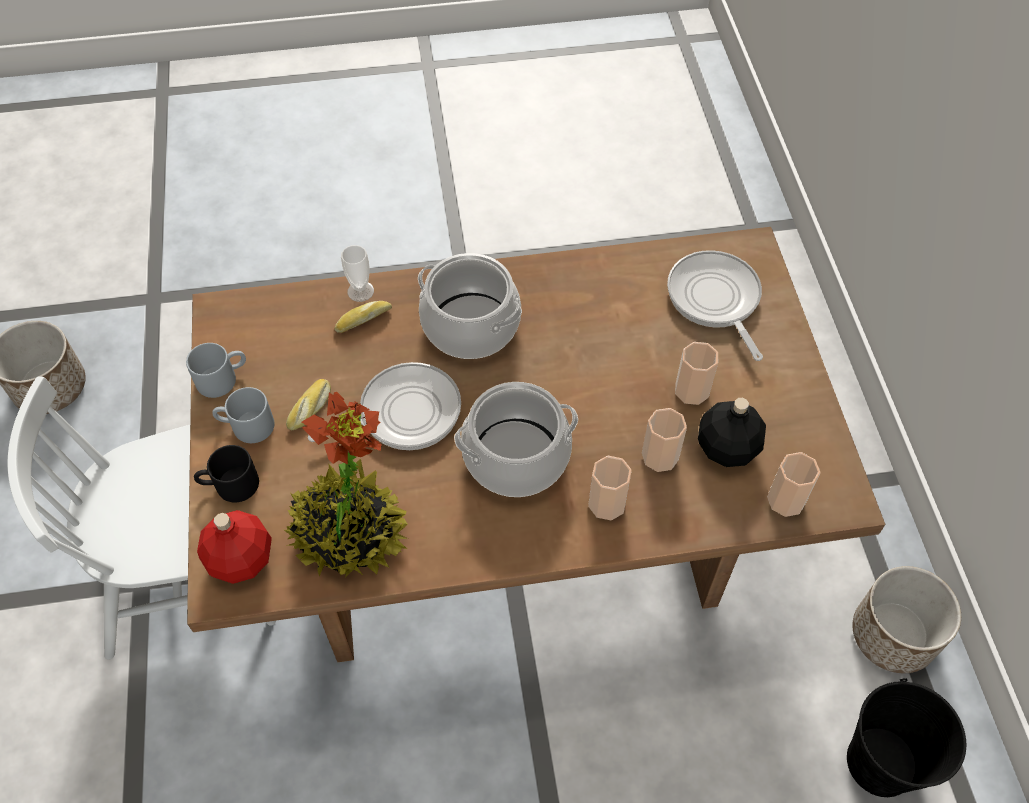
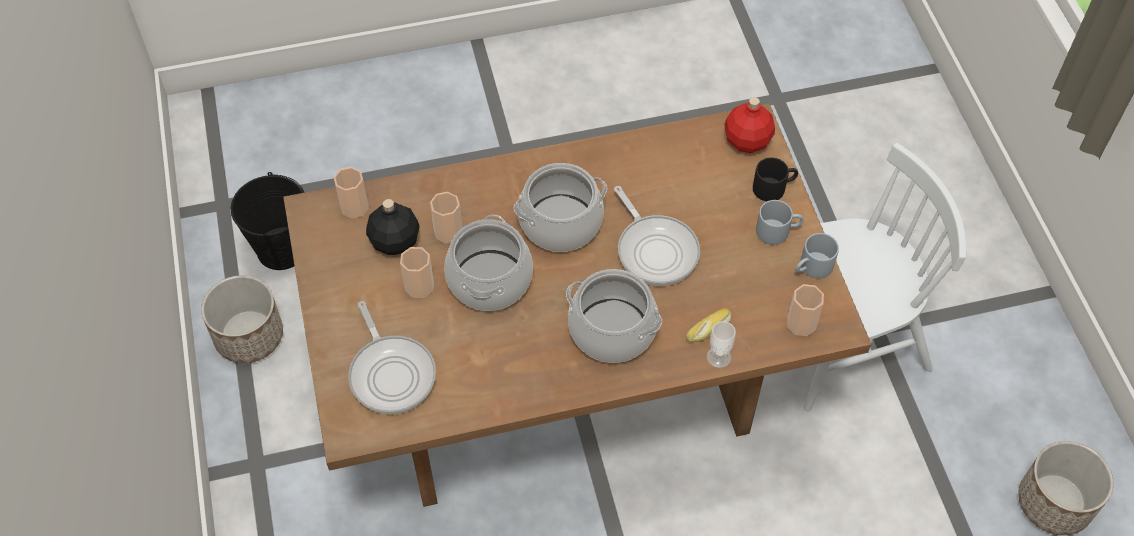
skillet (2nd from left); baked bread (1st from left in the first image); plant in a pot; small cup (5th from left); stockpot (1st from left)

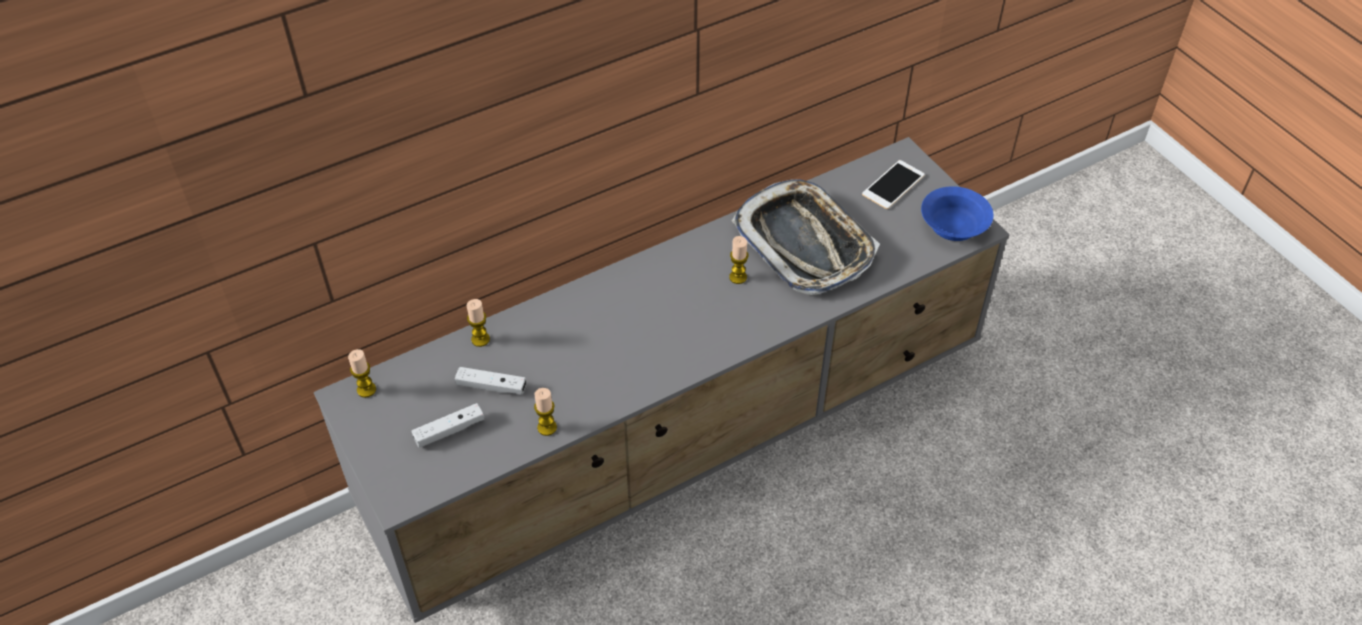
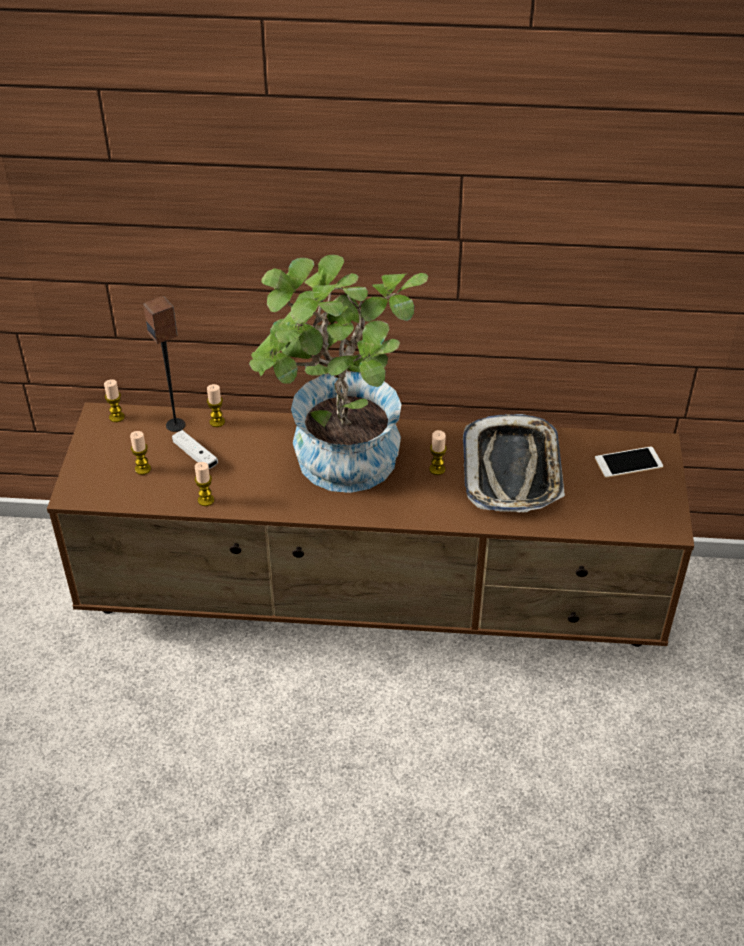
brownish tv unit; blue-coloured bowl; wax light (2nd from left); plant in a pot; speaker

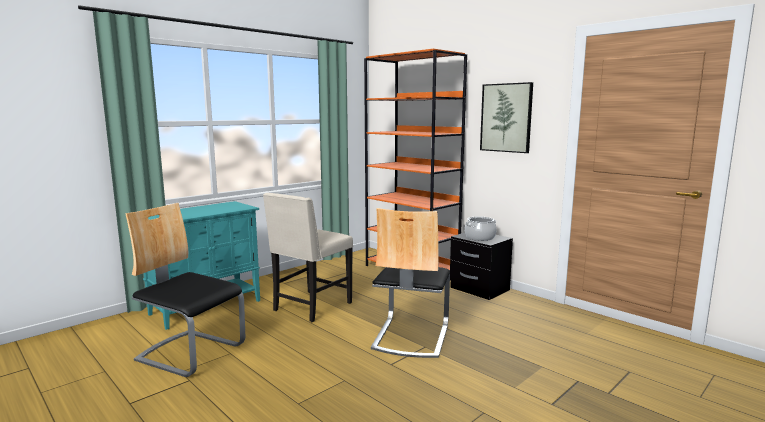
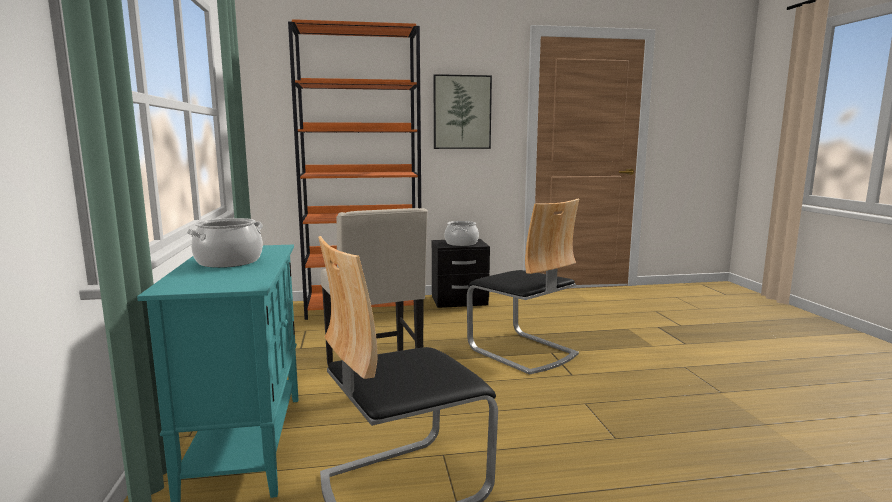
stockpot (1st from left)

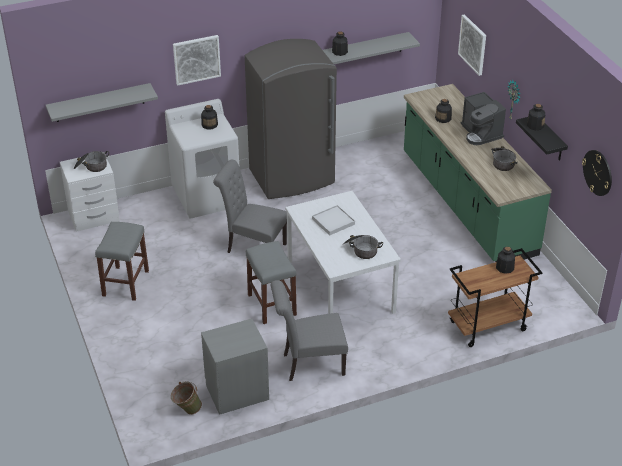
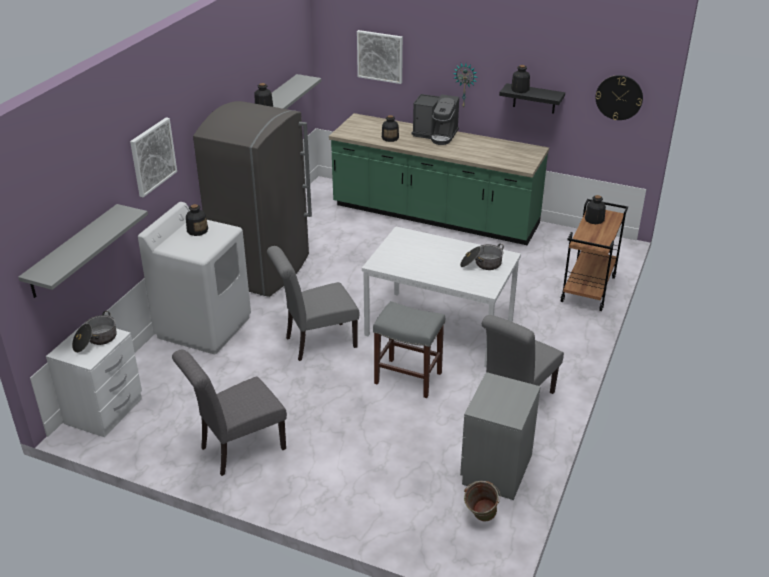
stockpot (3rd from left in the first image); white carrying tray; greyish upright chair (1st from left)

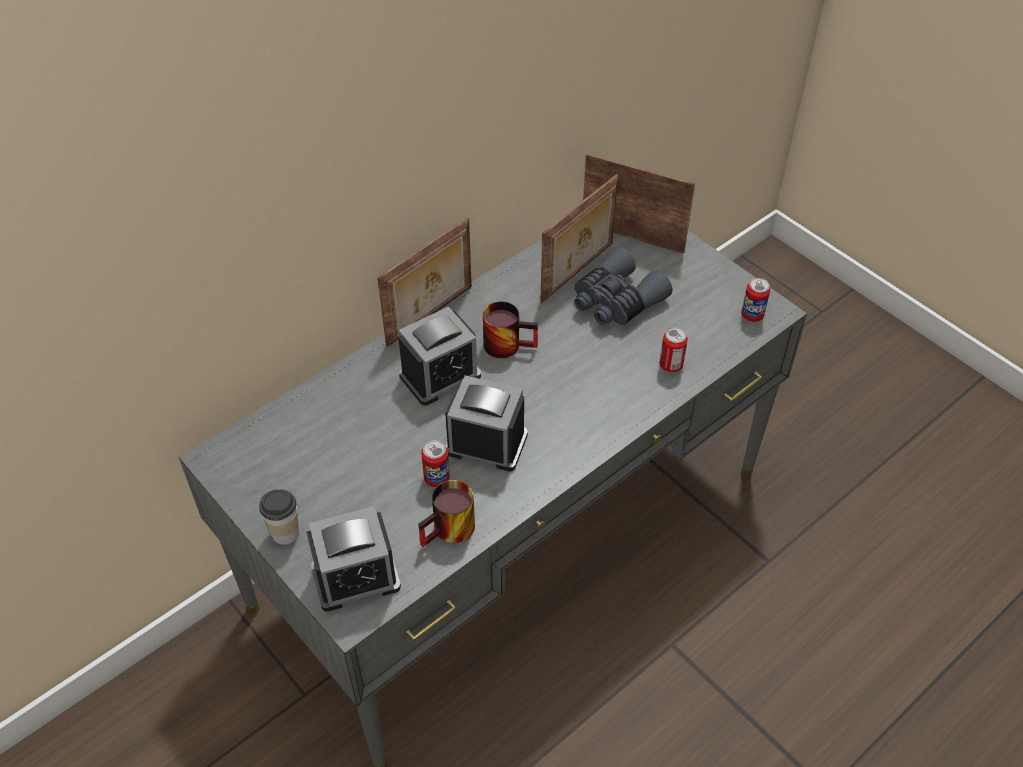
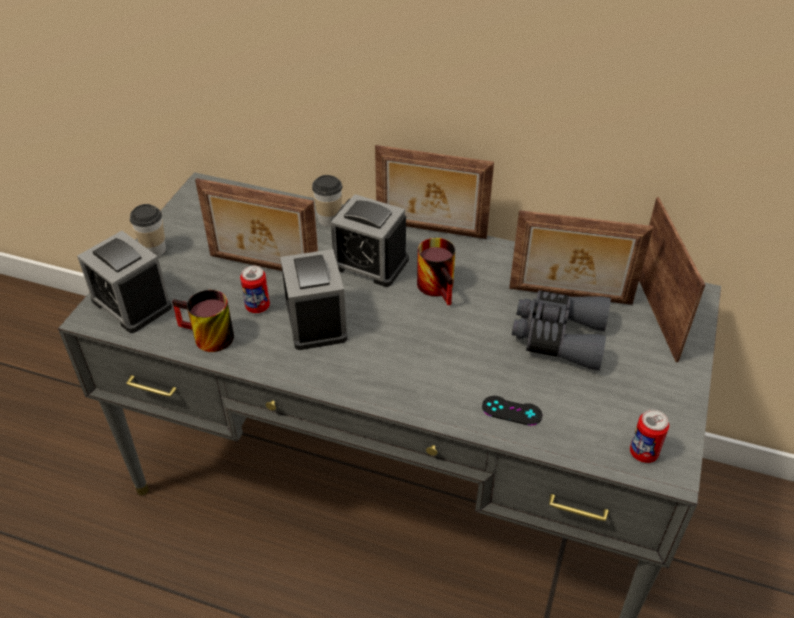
black-coloured game controller; small cup (2nd from left); picture frame (1st from left)

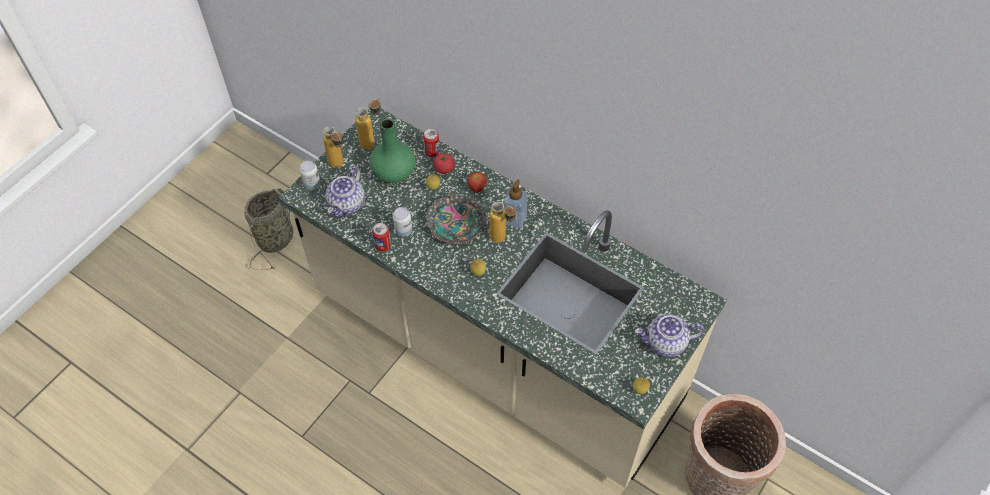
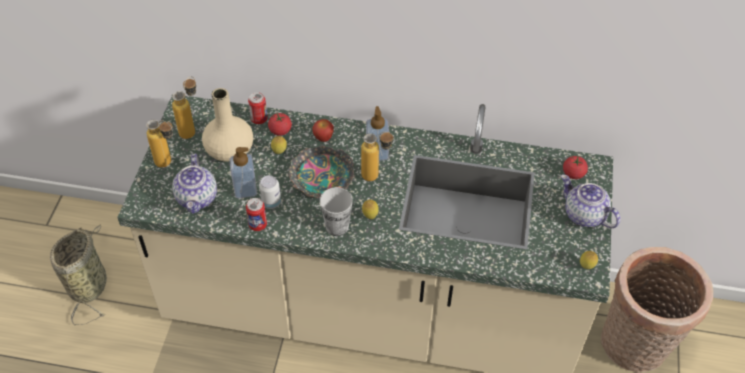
beige decorative vase; can (1st from left in the first image); tea pot (2nd from left); soap bottle (1st from left); tomato (2nd from left); small cup

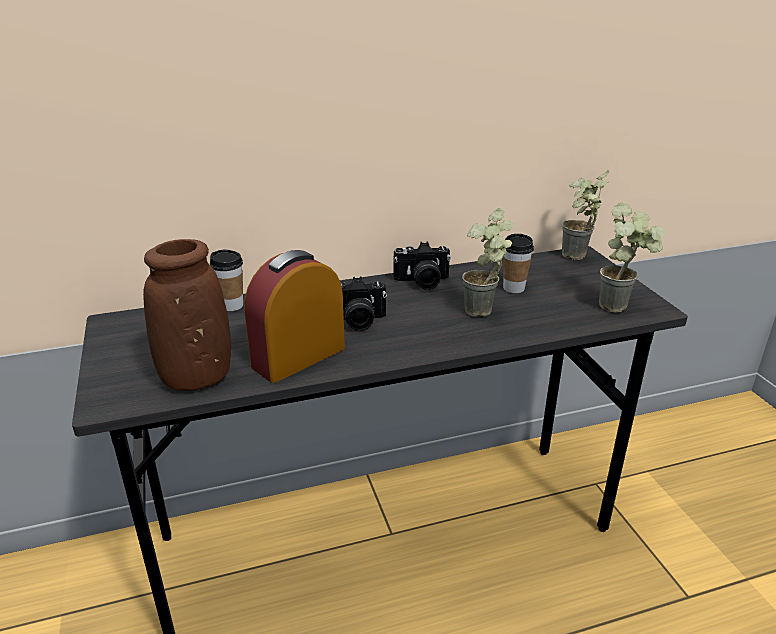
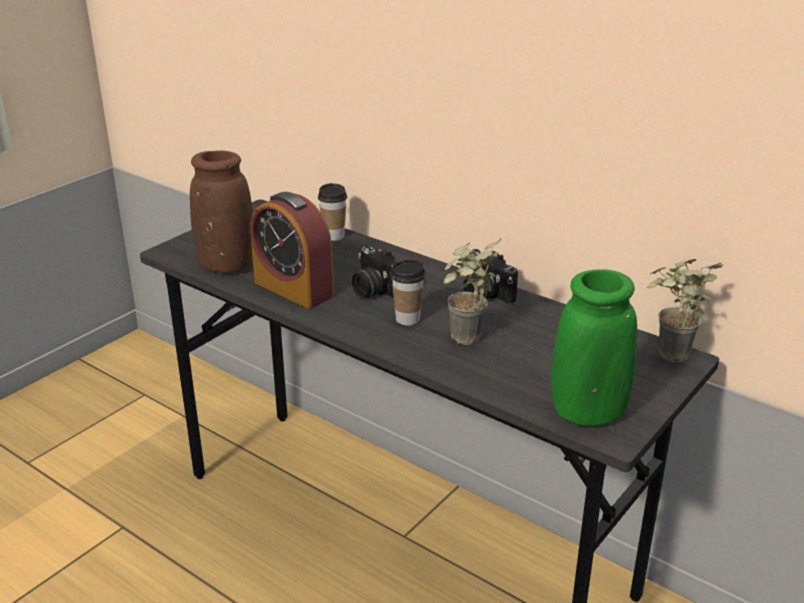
greenish decorative vase; small cup (2nd from left); table clock

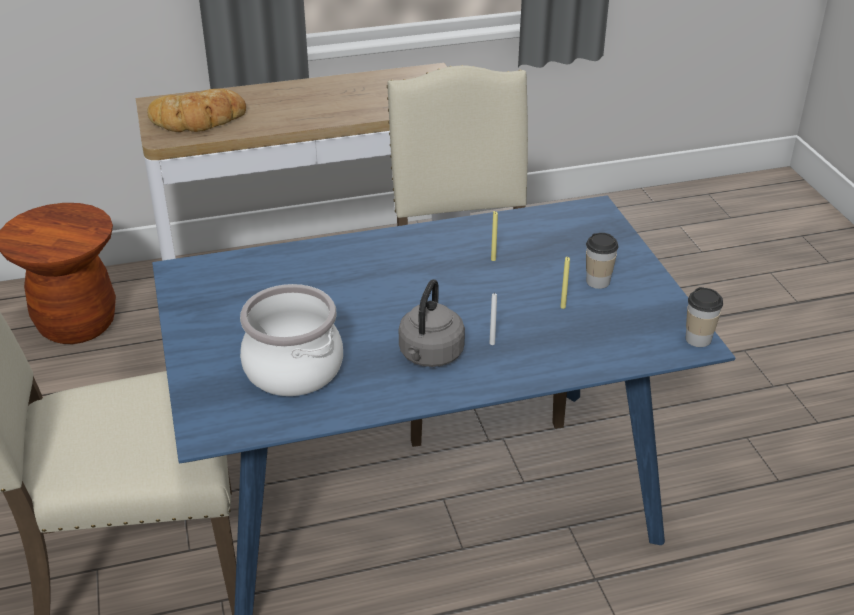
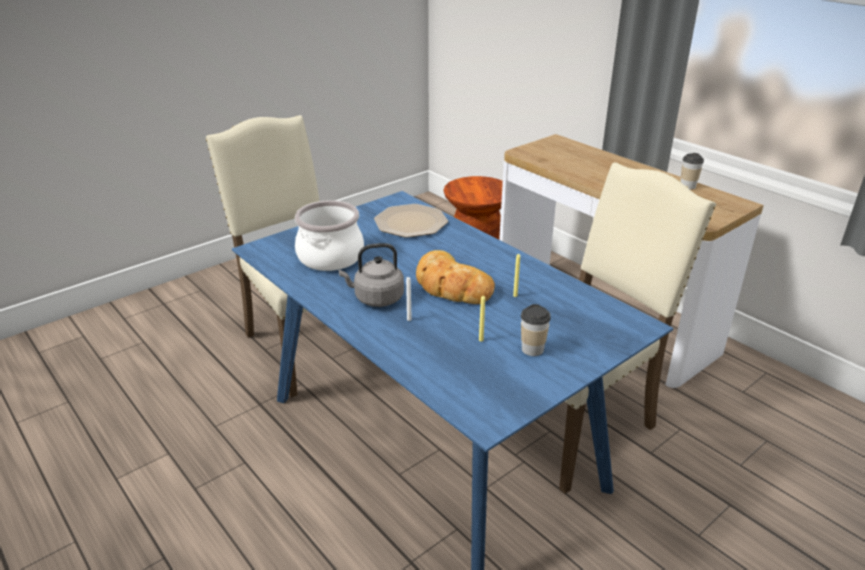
baked bread; small cup (2nd from left); dinner plate

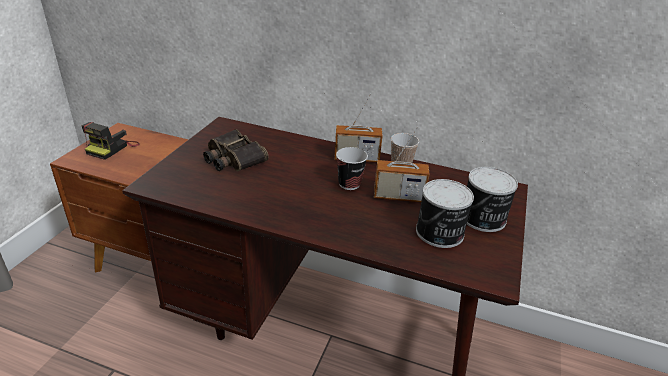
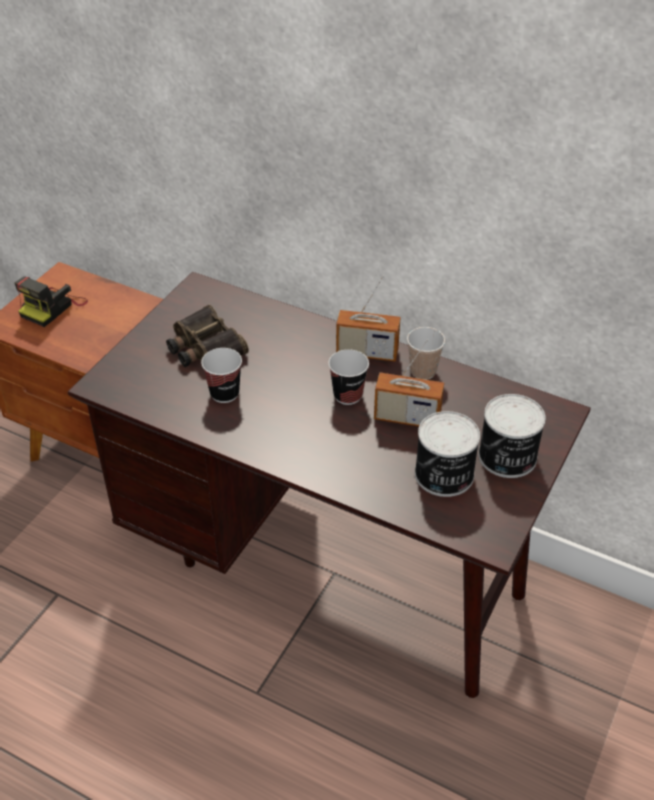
small cup (1st from left)

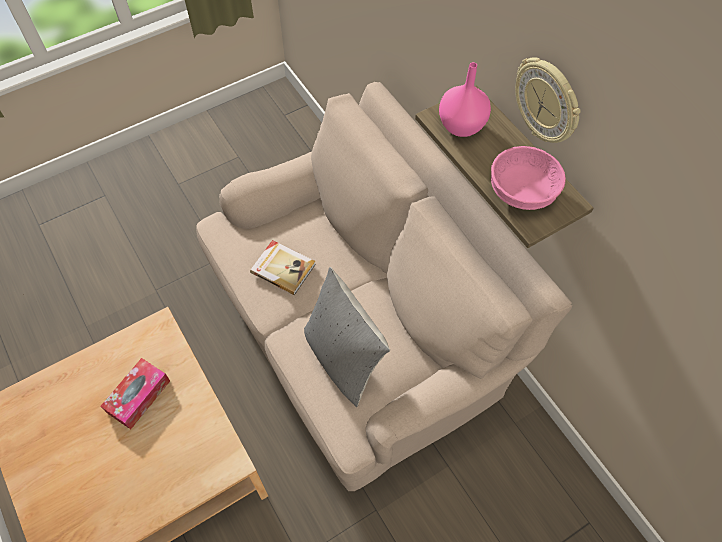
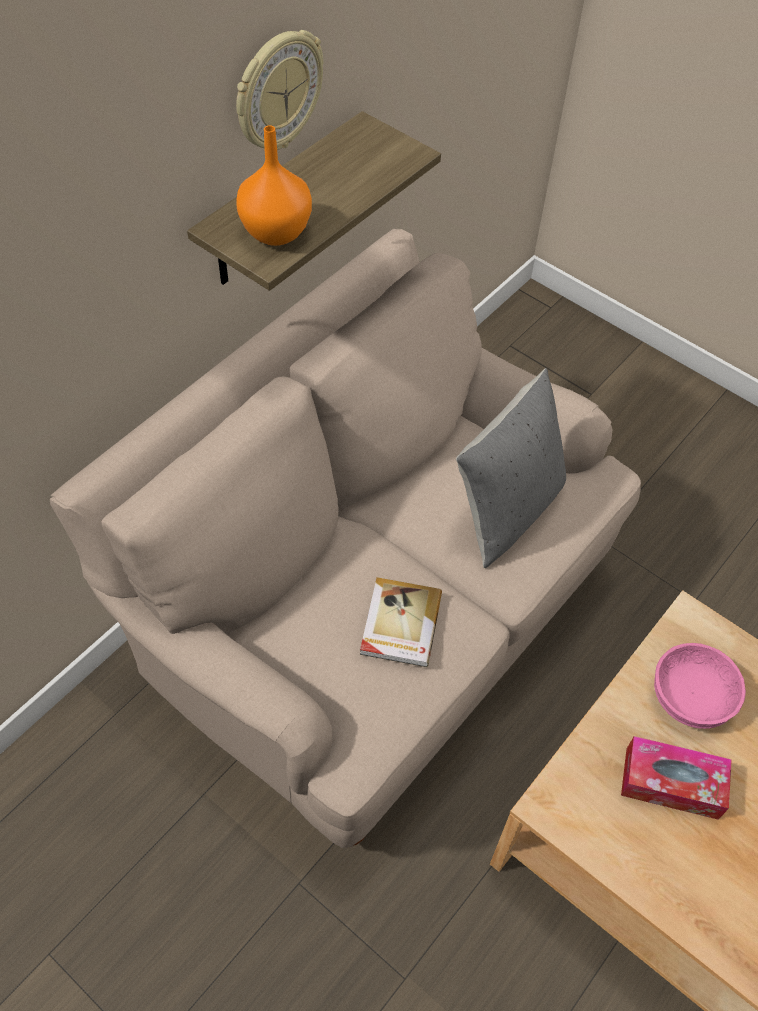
orange decorative vase; pink-coloured bowl

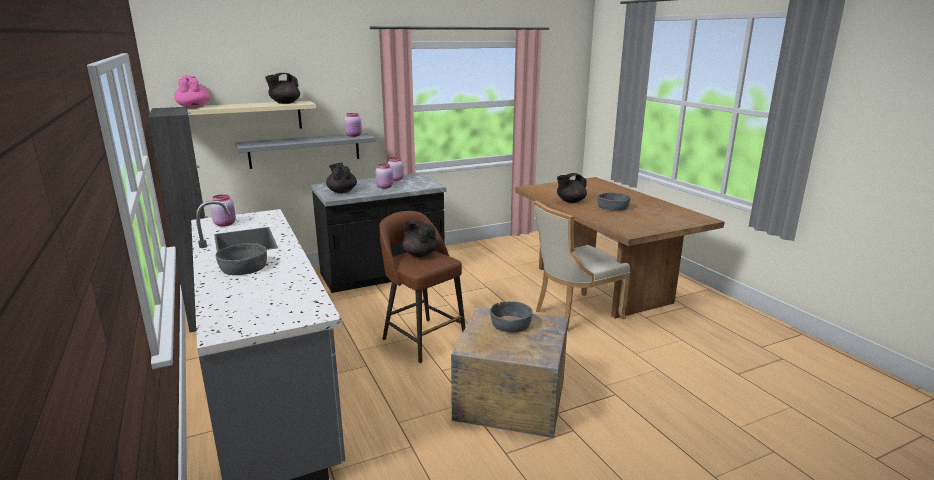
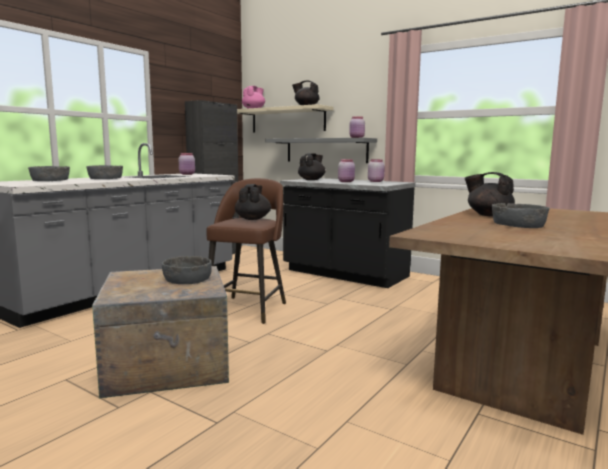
beige upright chair; greyish bowl (1st from left)

